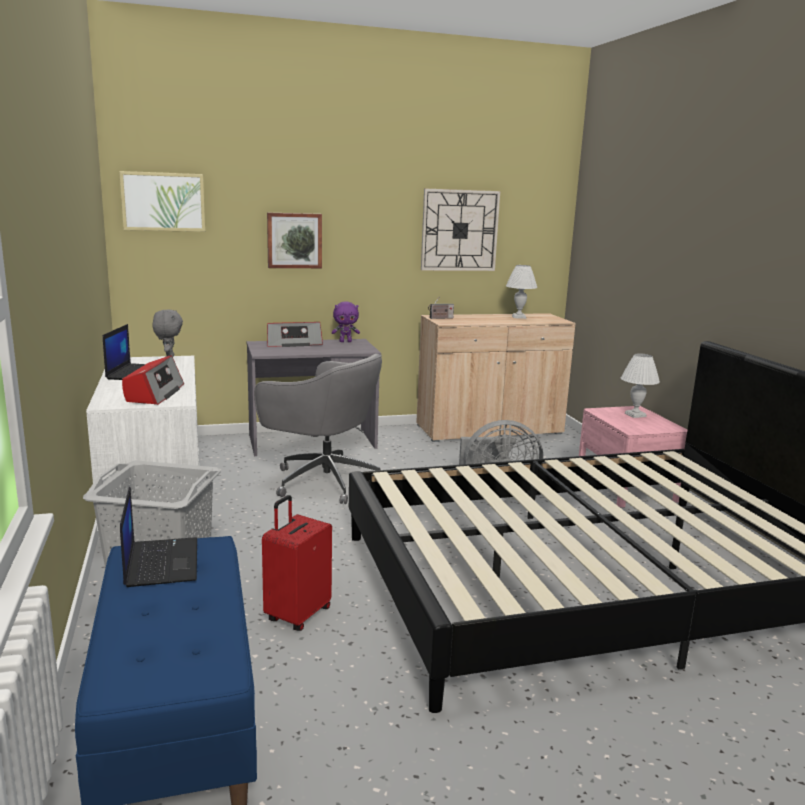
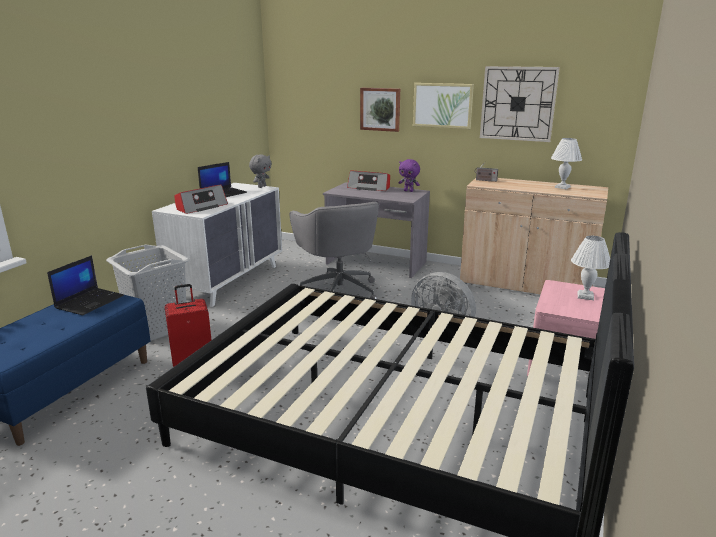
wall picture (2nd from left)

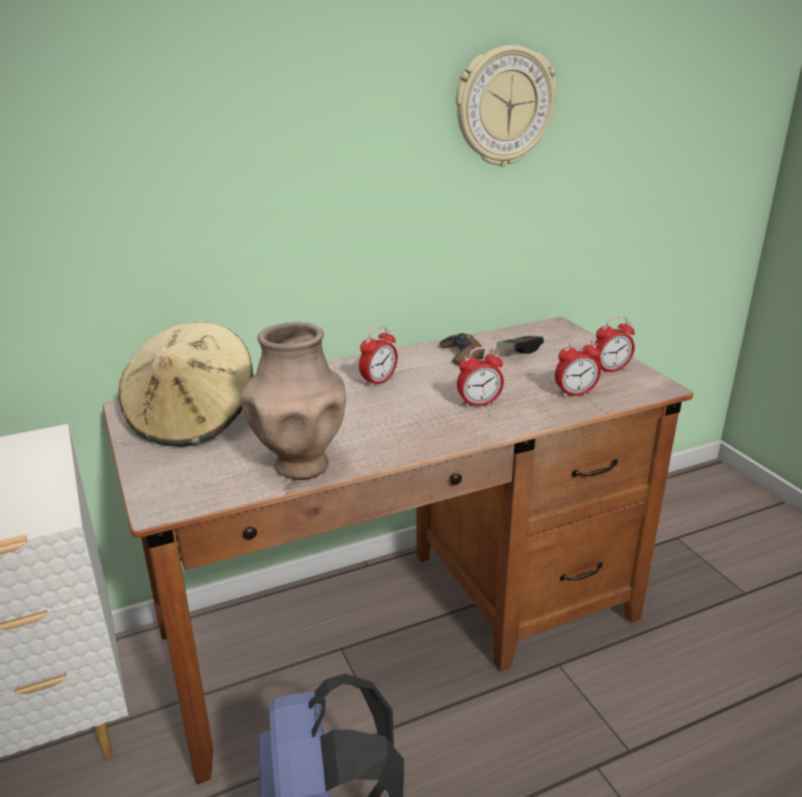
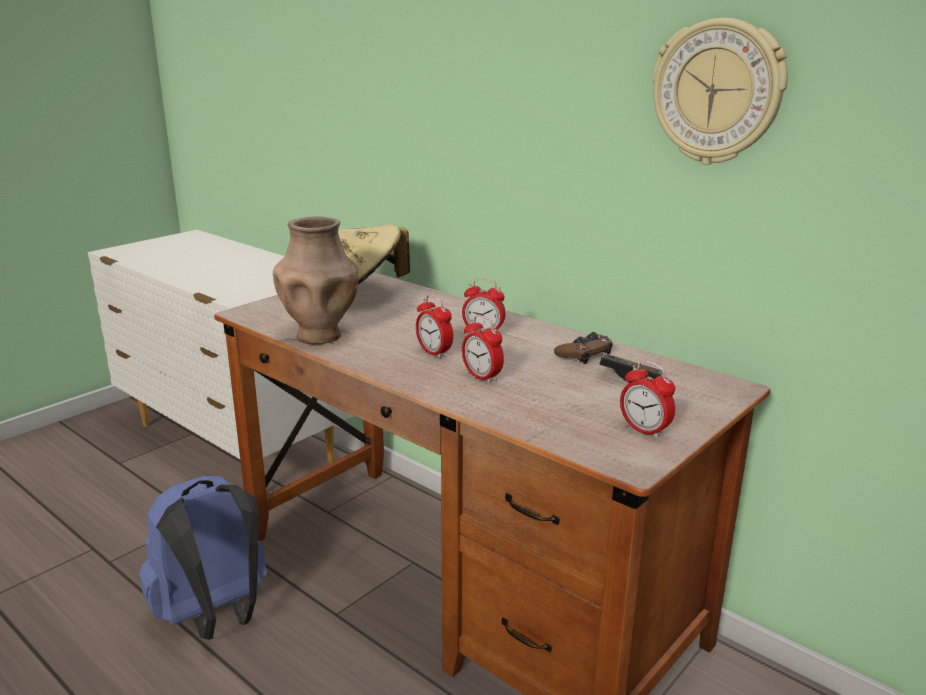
table clock (1st from left)

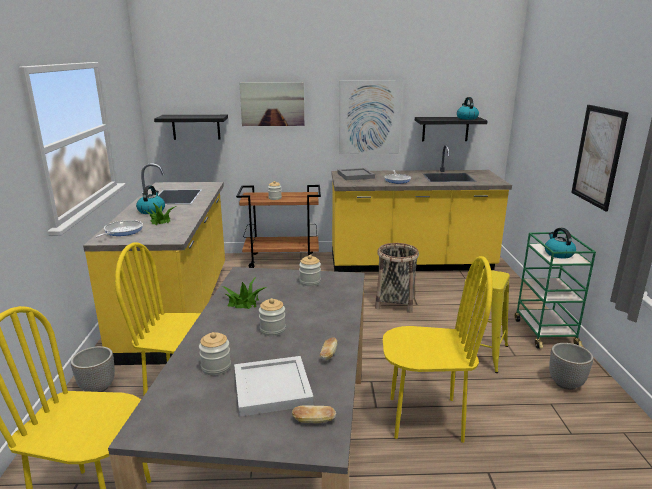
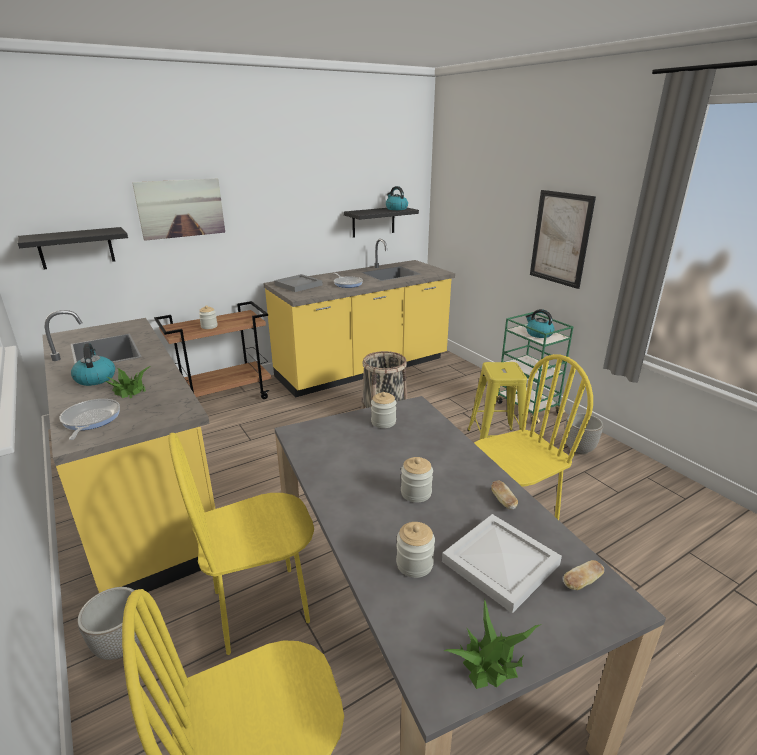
wall picture (2nd from left in the first image); plant in a pot (2nd from left)

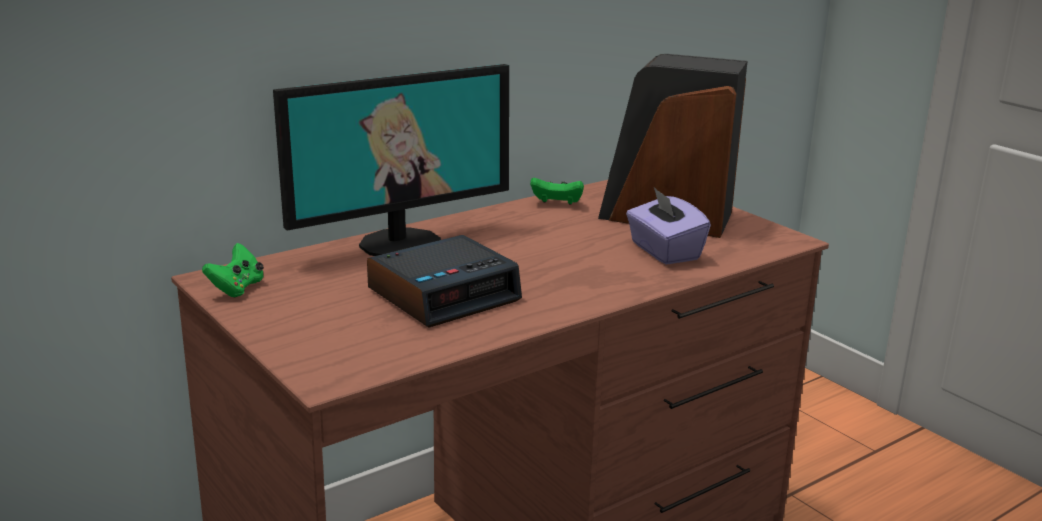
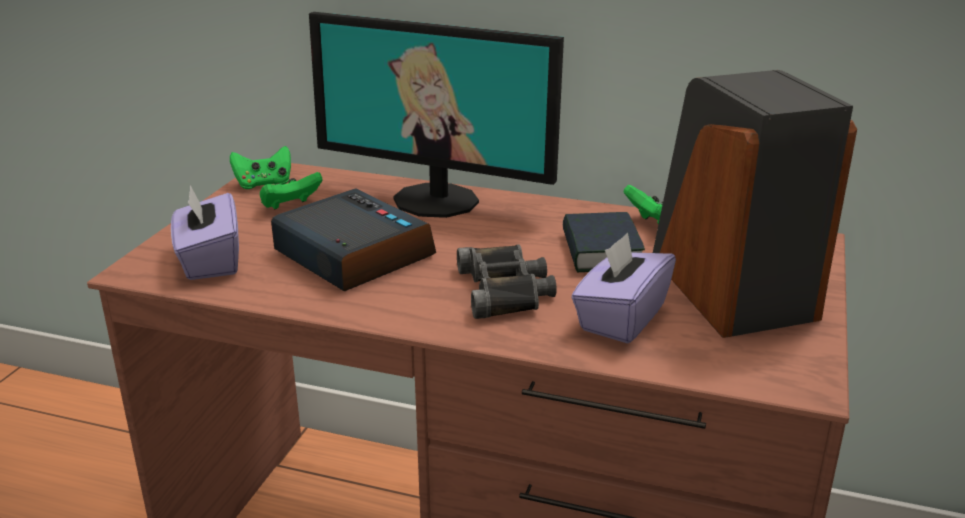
table clock; greenish game controller (2nd from left); purplish box of tissues (1st from left); book; black-coloured field glasses

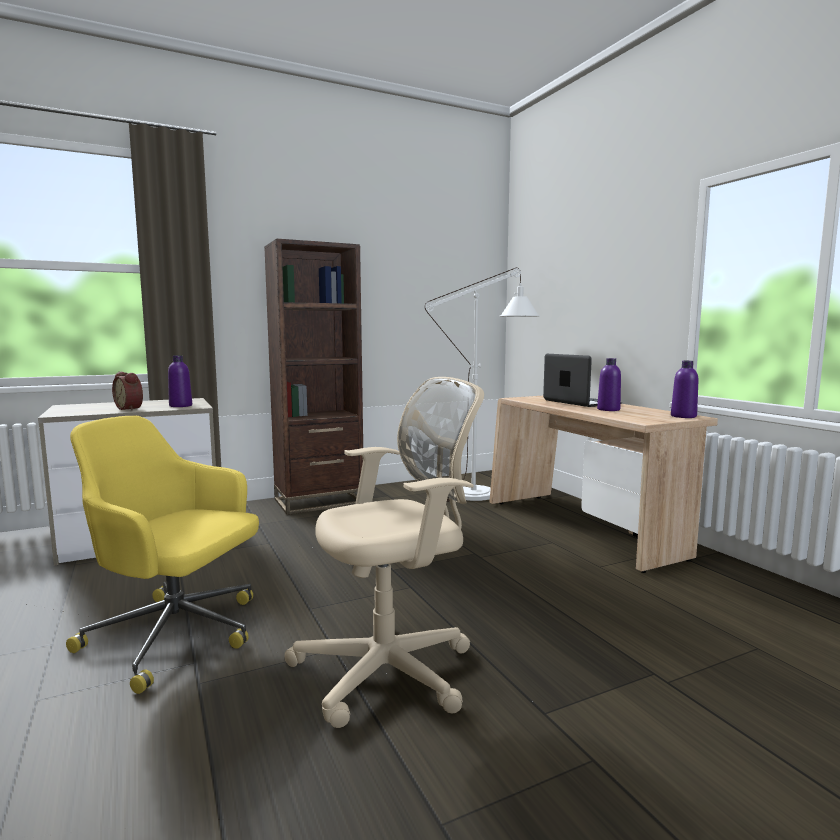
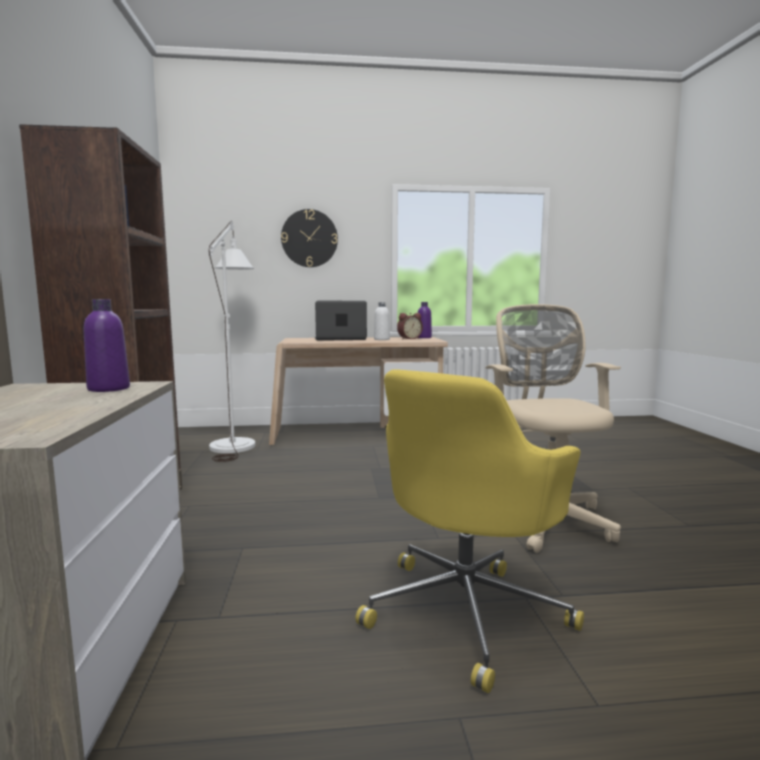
white beverage bottle; table clock; hanging clock

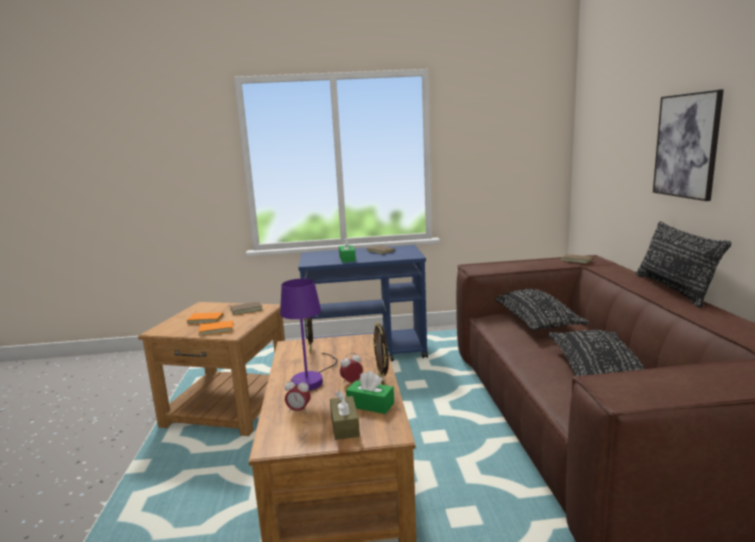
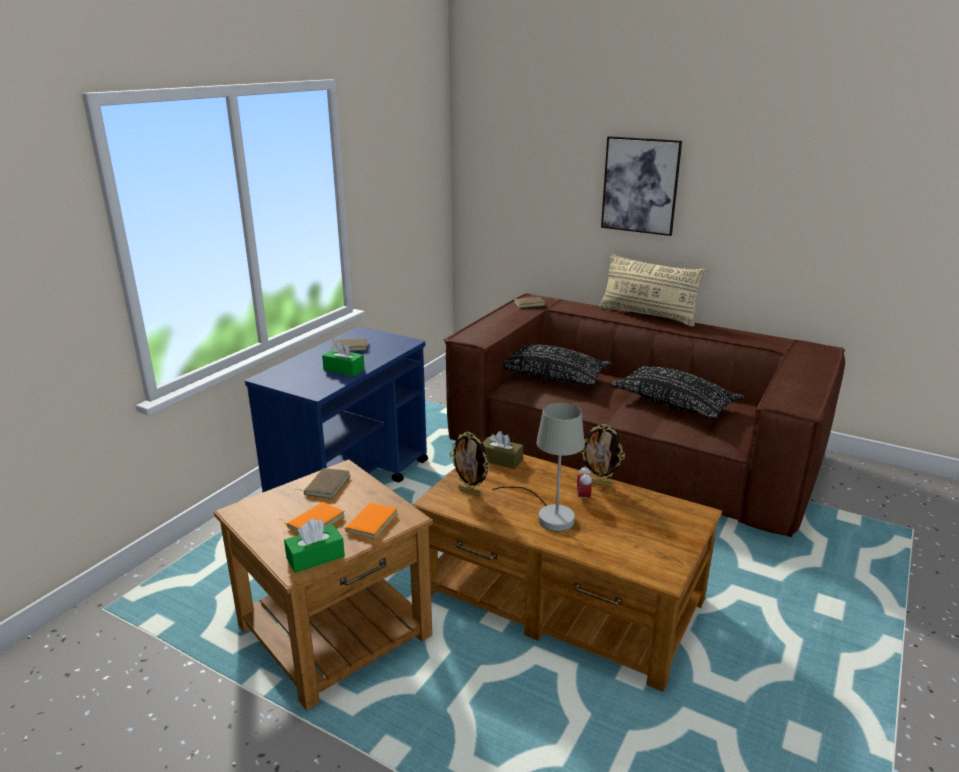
beige pillow; greyish tabletop lamp; greenish box of tissues (1st from left); table clock (1st from left in the first image); brownish box of tissues

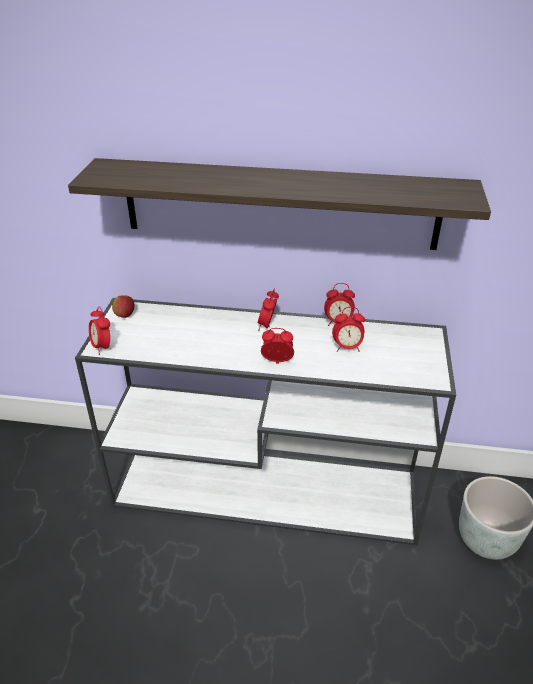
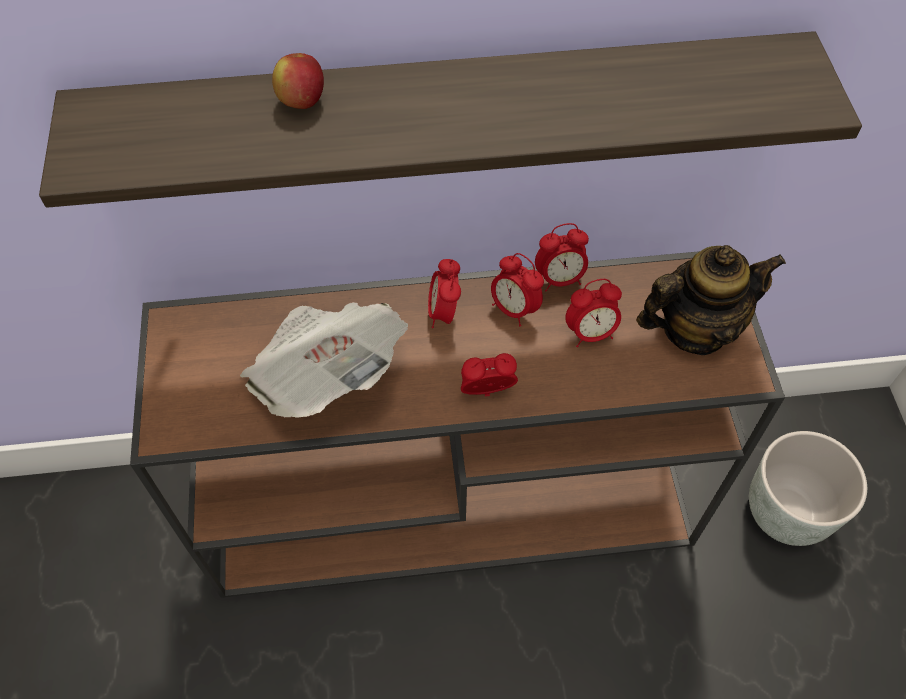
apple fruit; brownish hall table; table clock (3rd from left); tea pot; daily paper

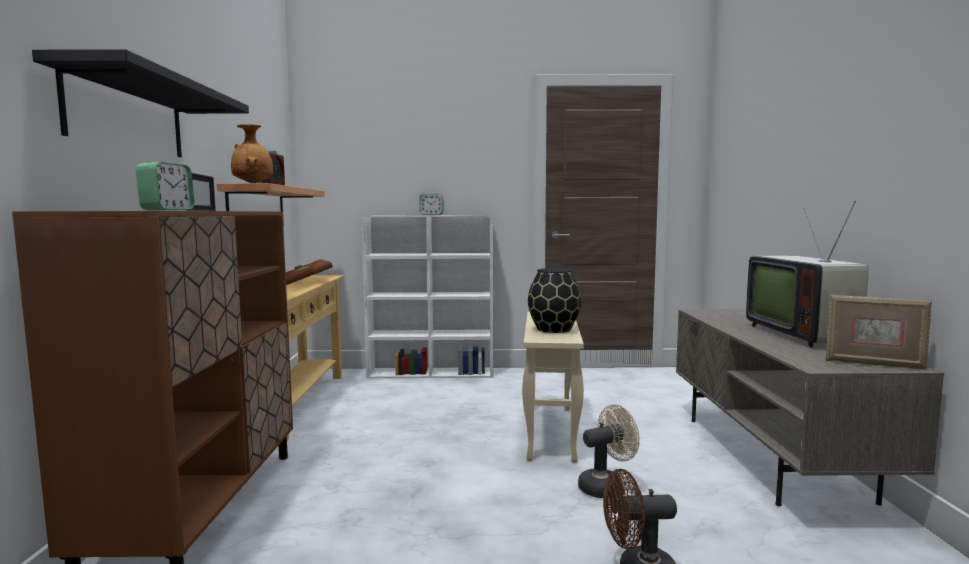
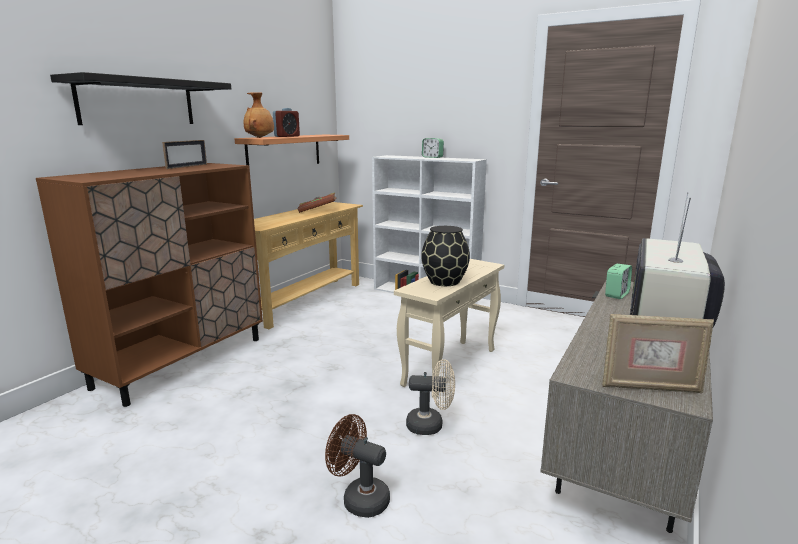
table clock (3rd from left); picture frame (2nd from left)

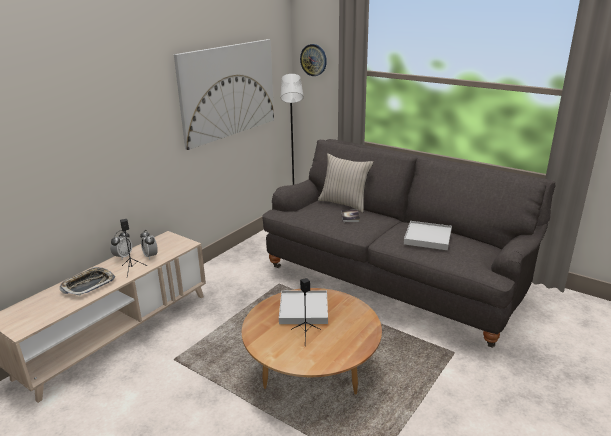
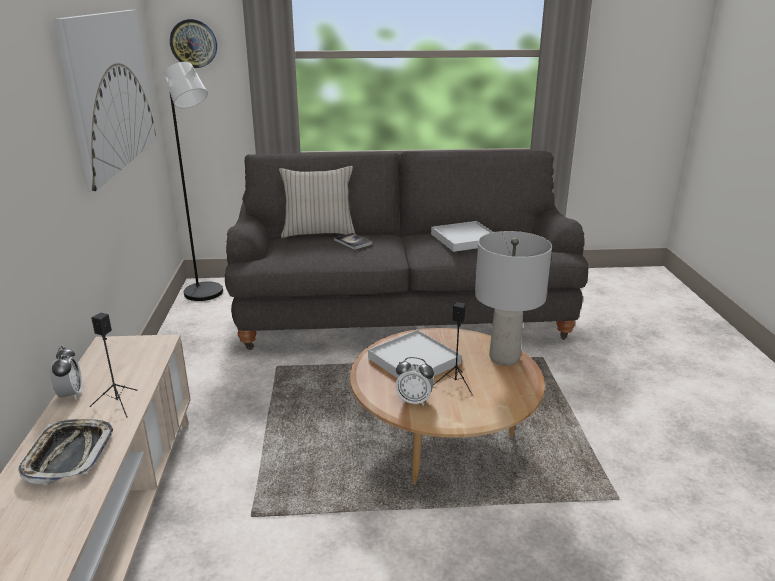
table clock (2nd from left); greyish tabletop lamp

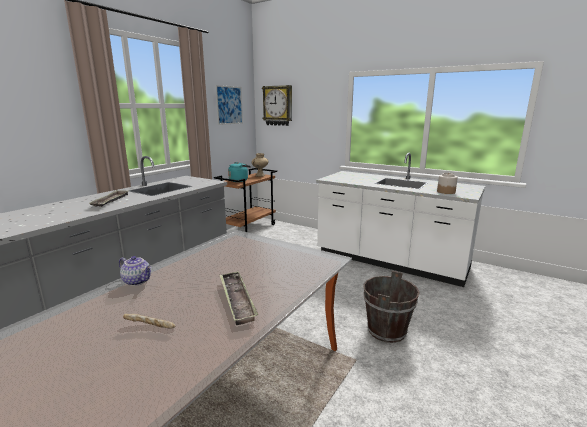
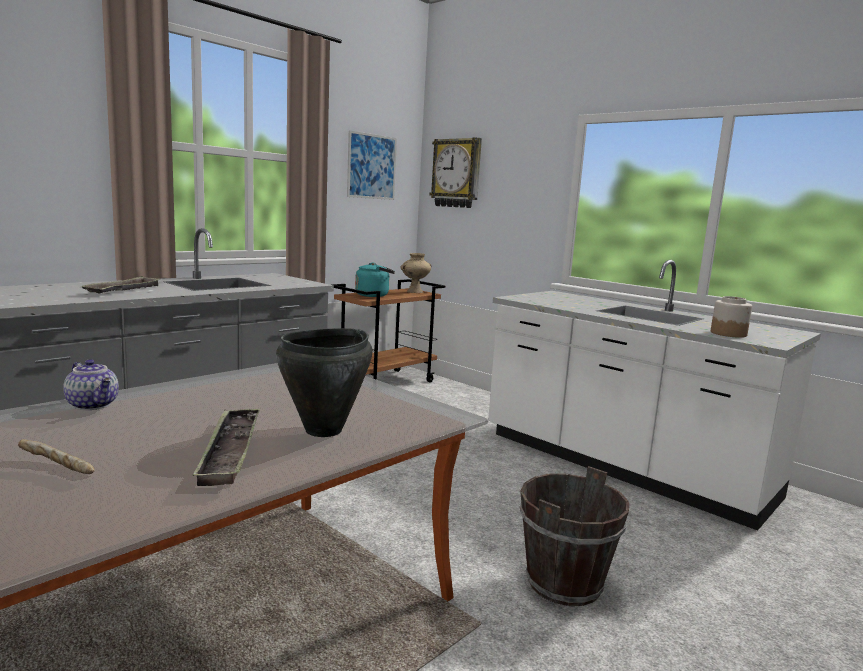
black-coloured stockpot

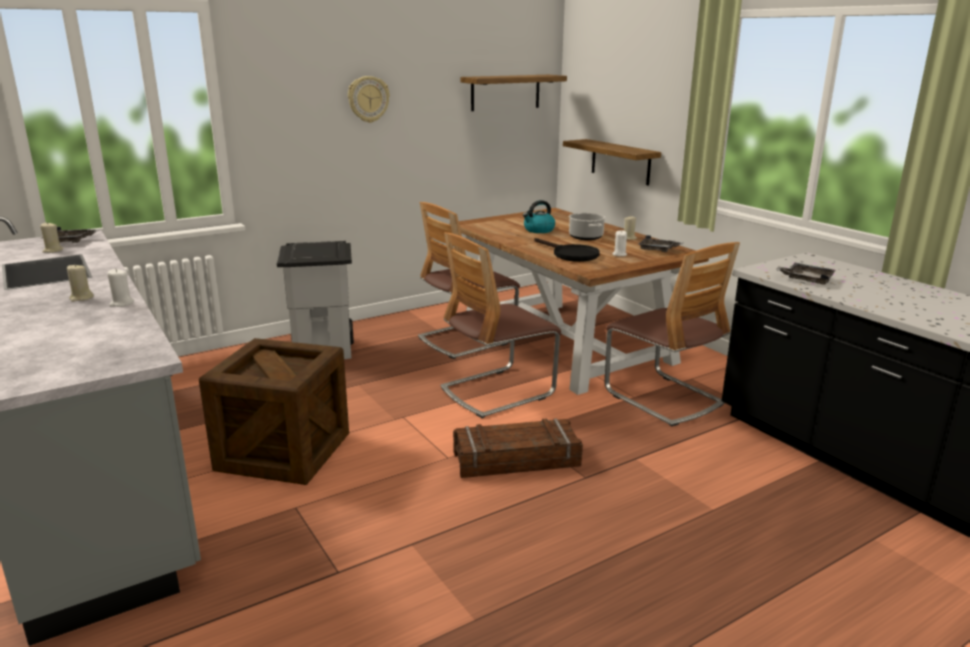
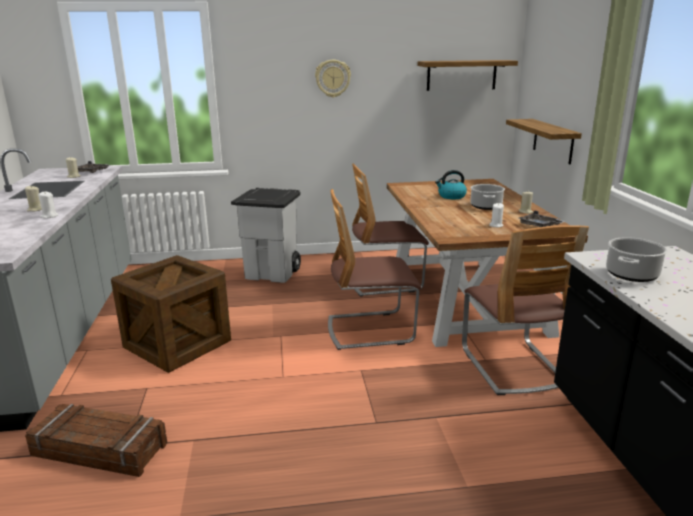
black-coloured skillet; stockpot (2nd from left); crate (1st from left)

